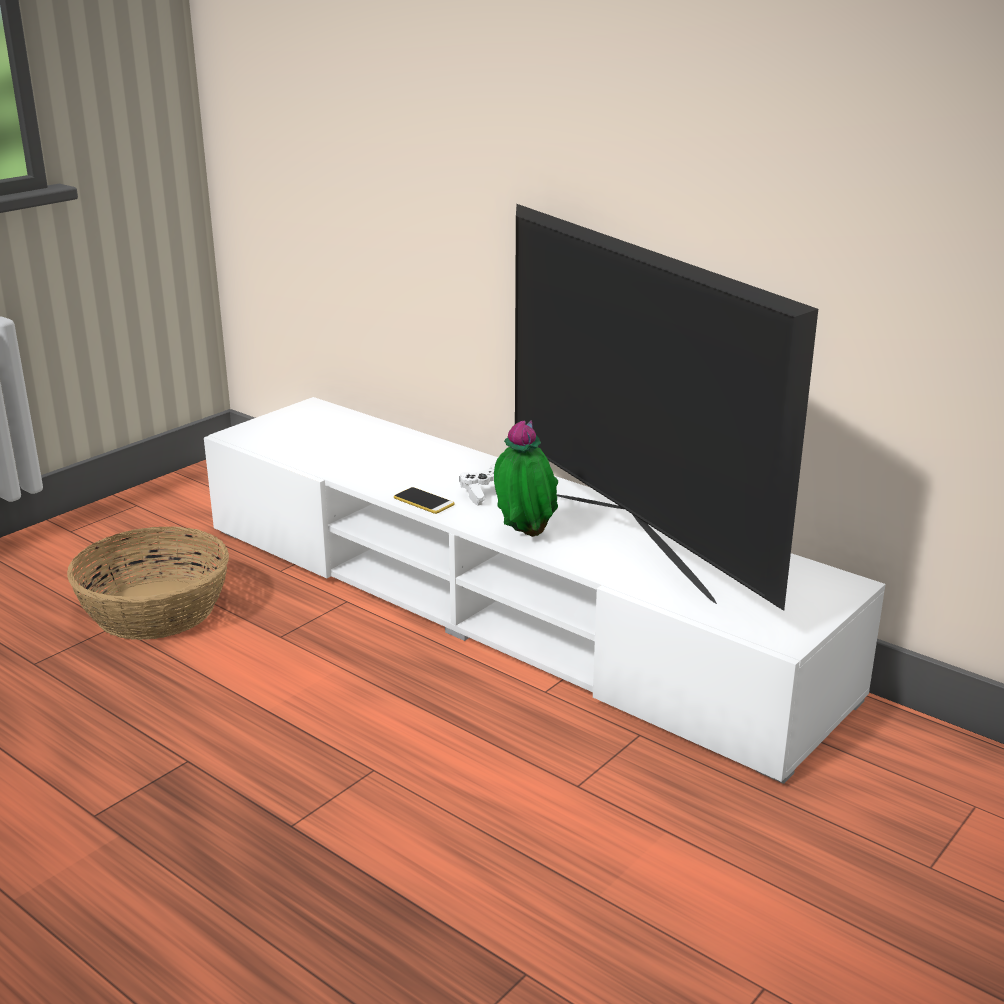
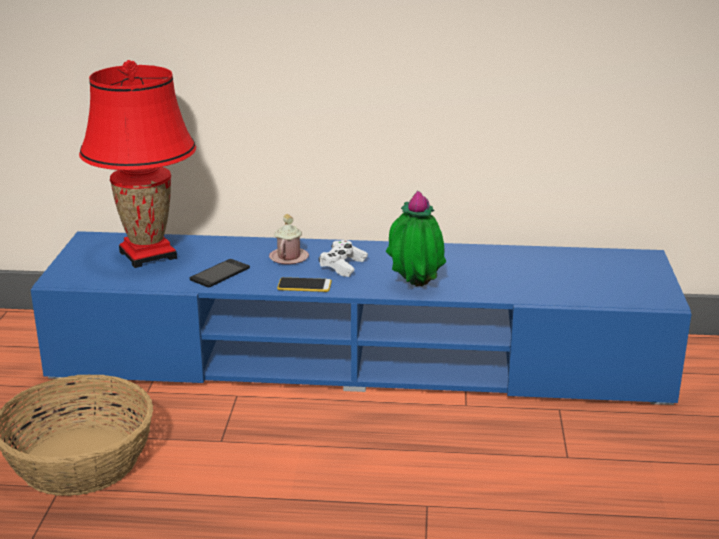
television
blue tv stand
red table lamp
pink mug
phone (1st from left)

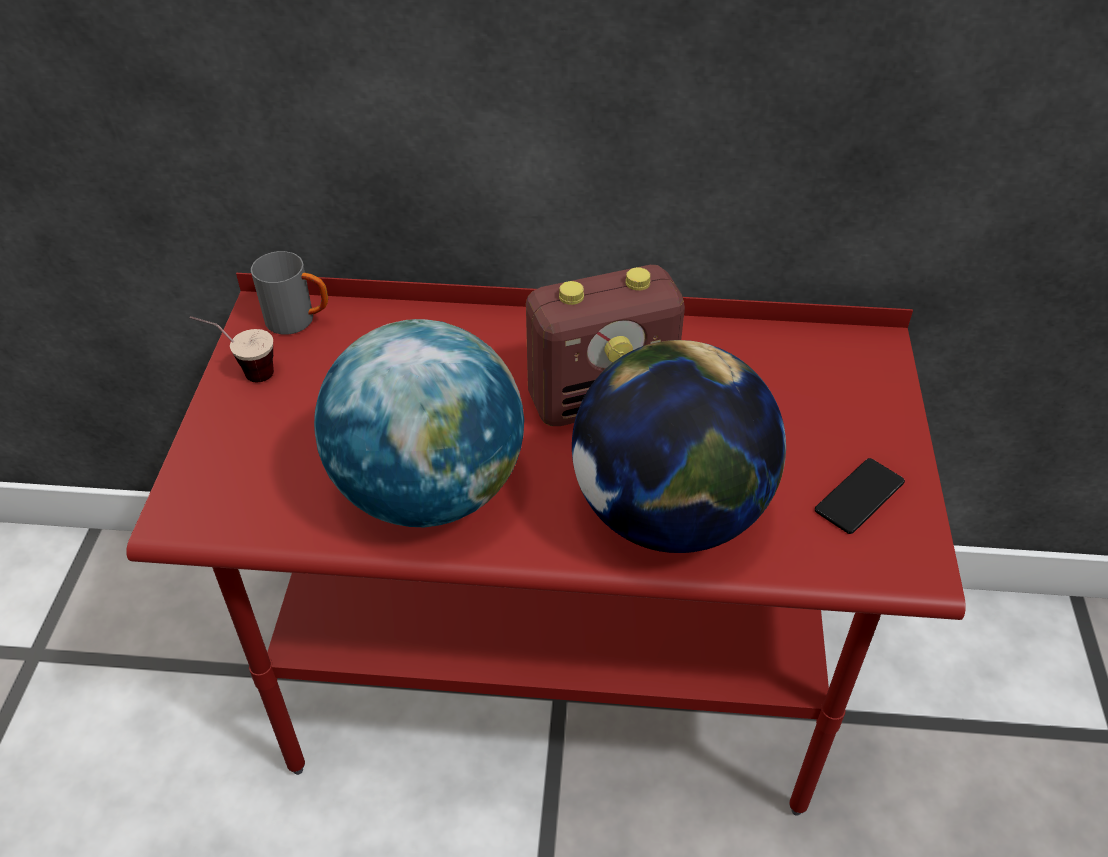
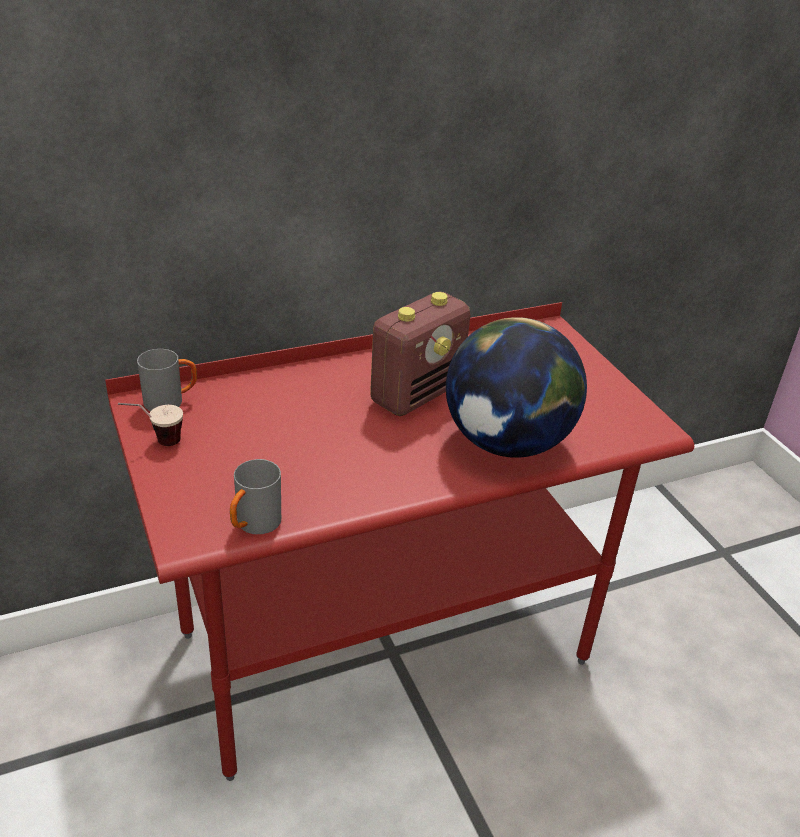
globe (1st from left in the first image)
phone
grey mug (2nd from left)

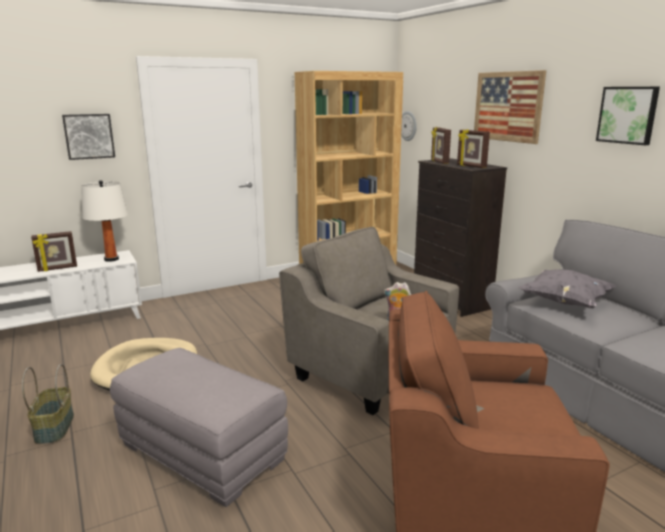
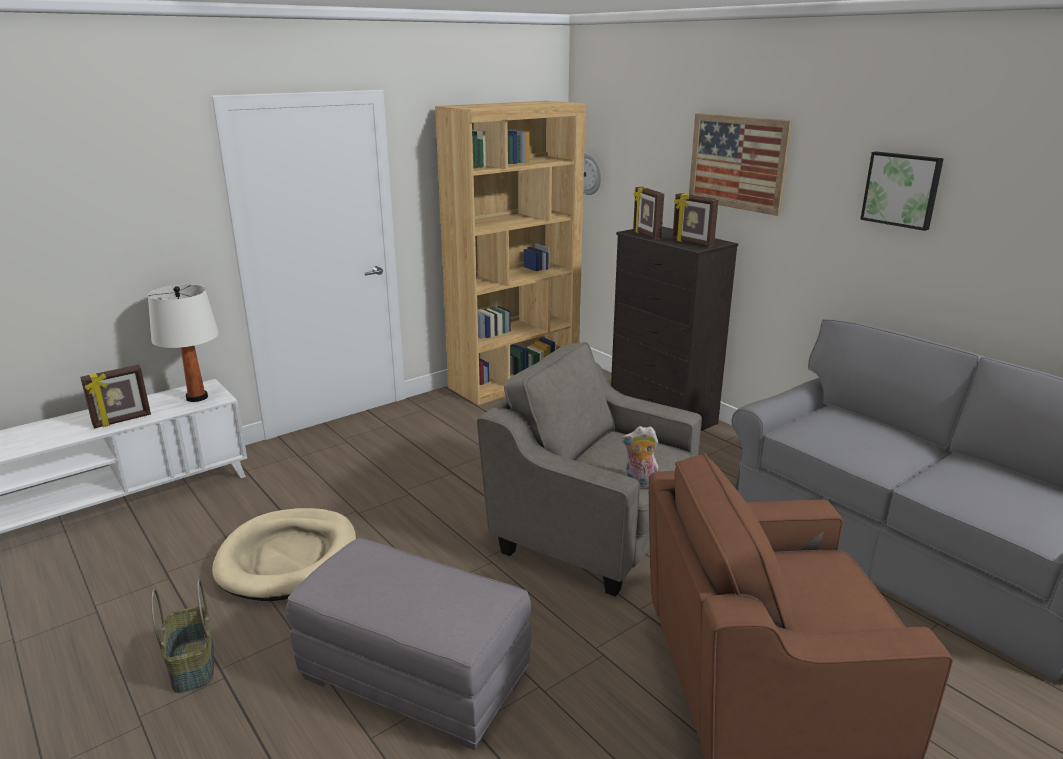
picture (1st from left in the first image)
grey pillow

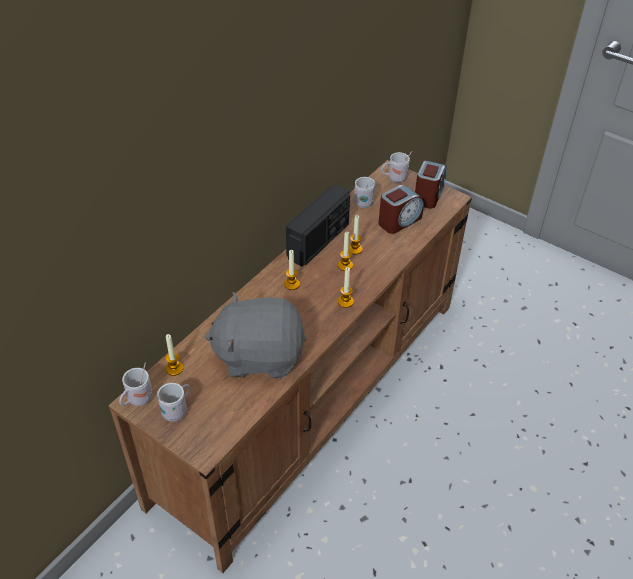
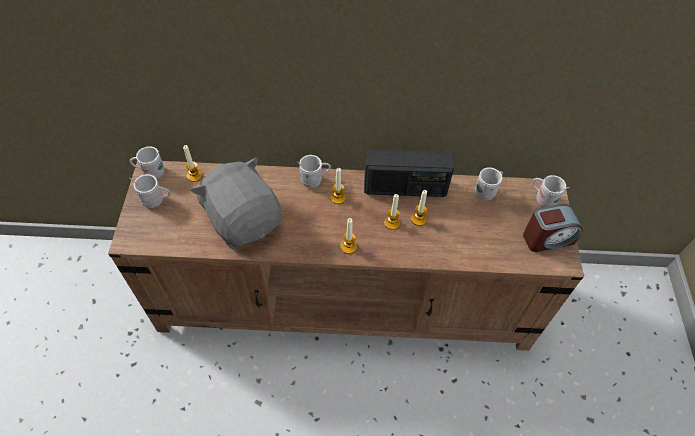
alarm clock (1st from left in the first image)
white mug (3rd from left)

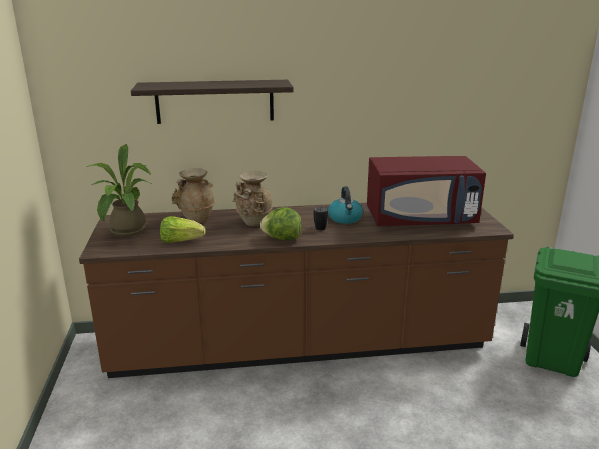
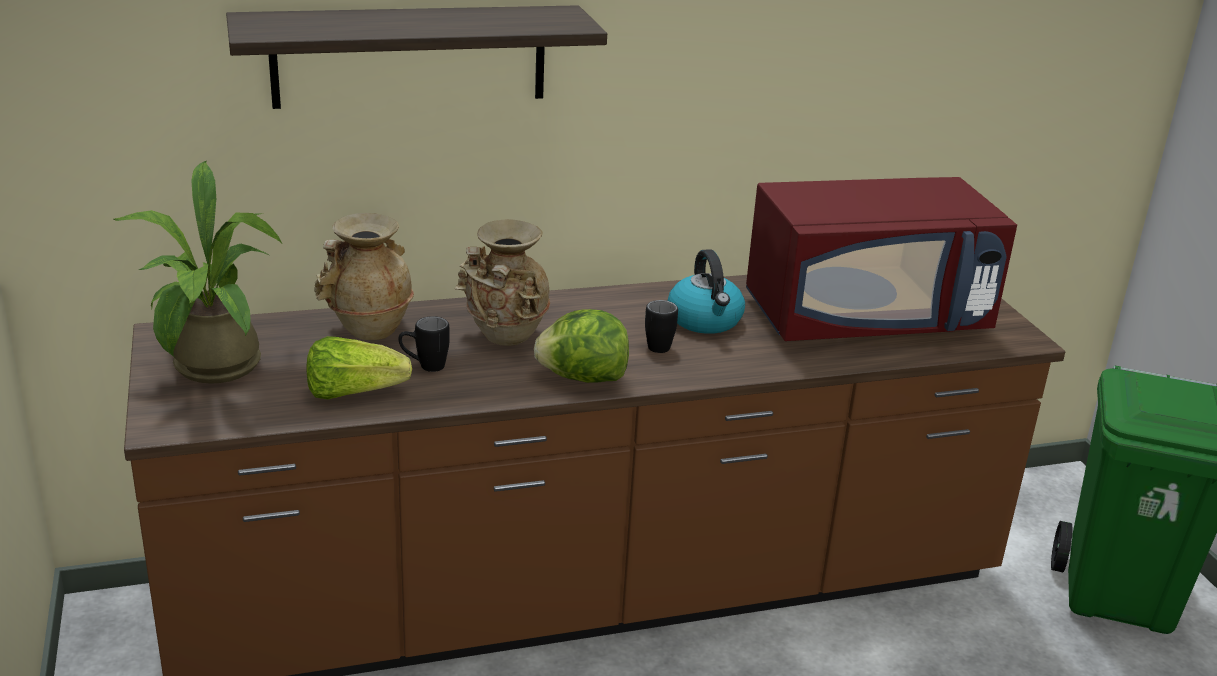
black mug (1st from left)

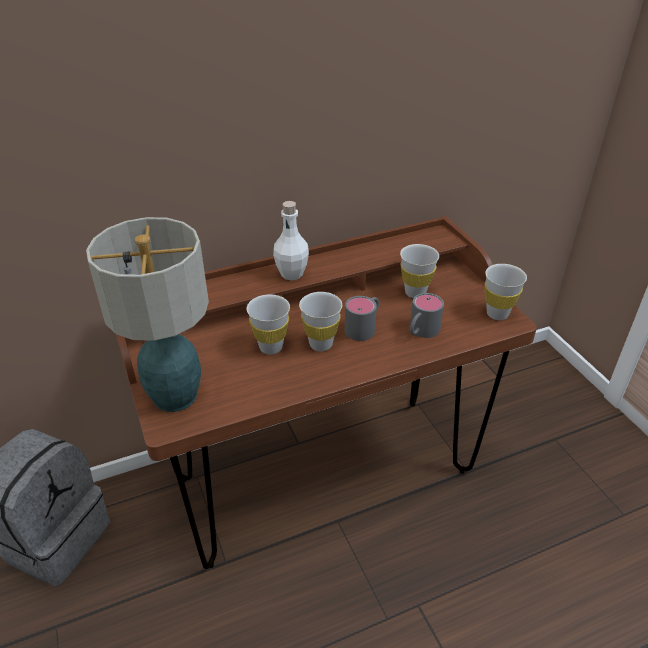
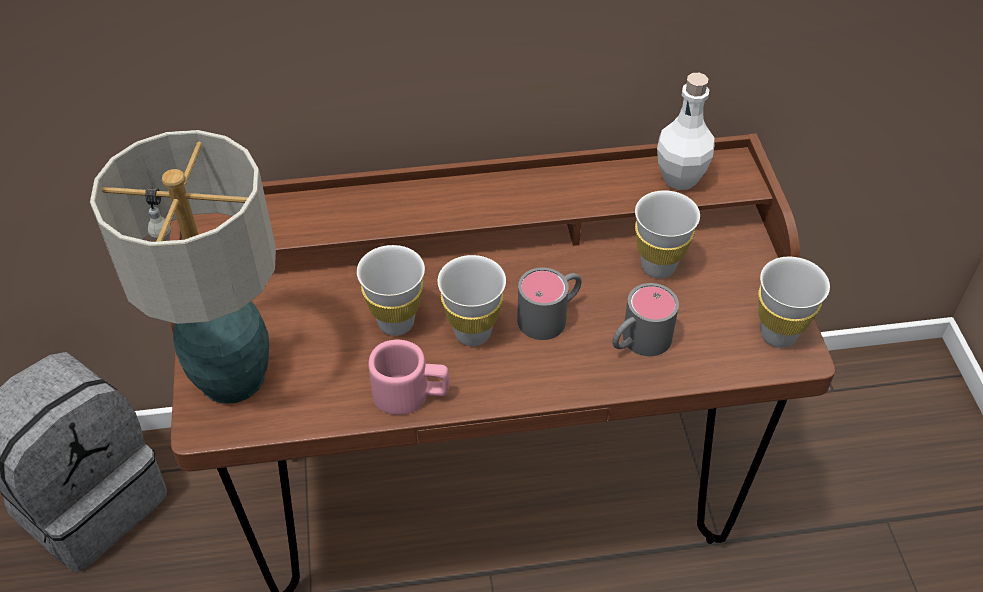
white bottle
pink mug

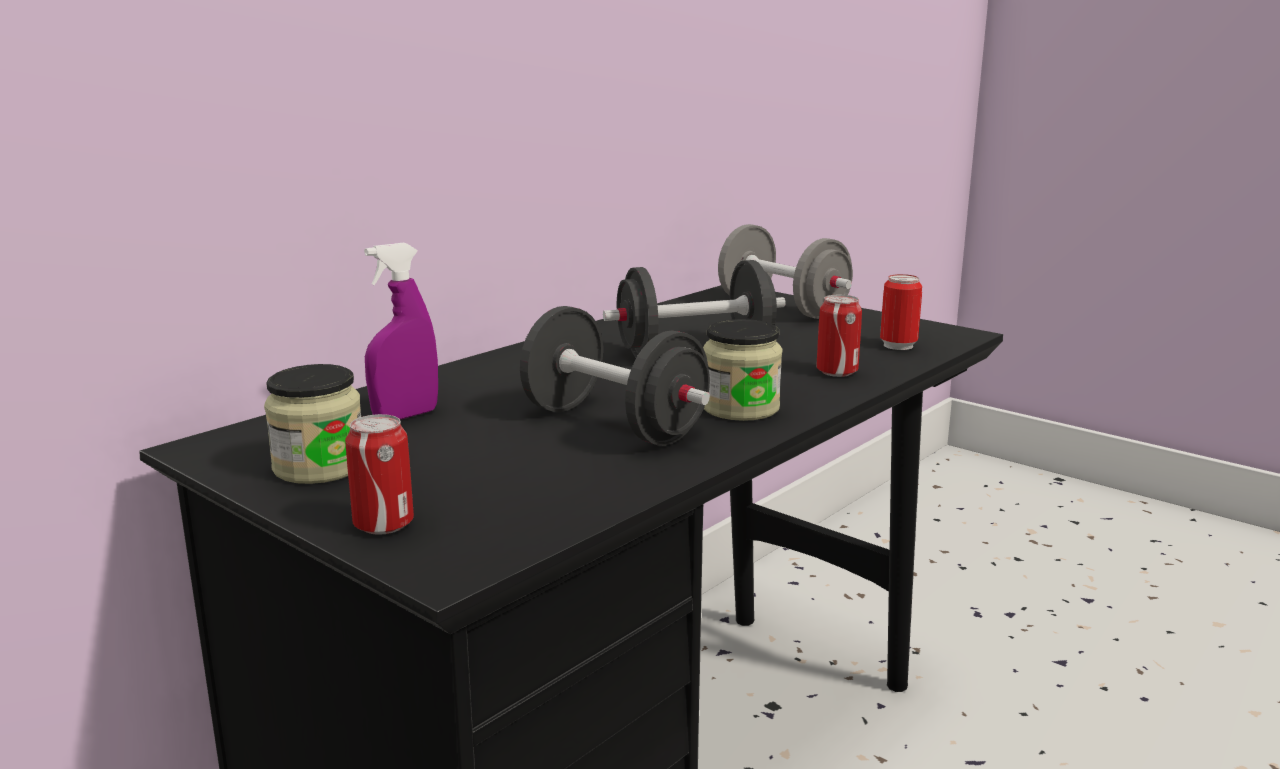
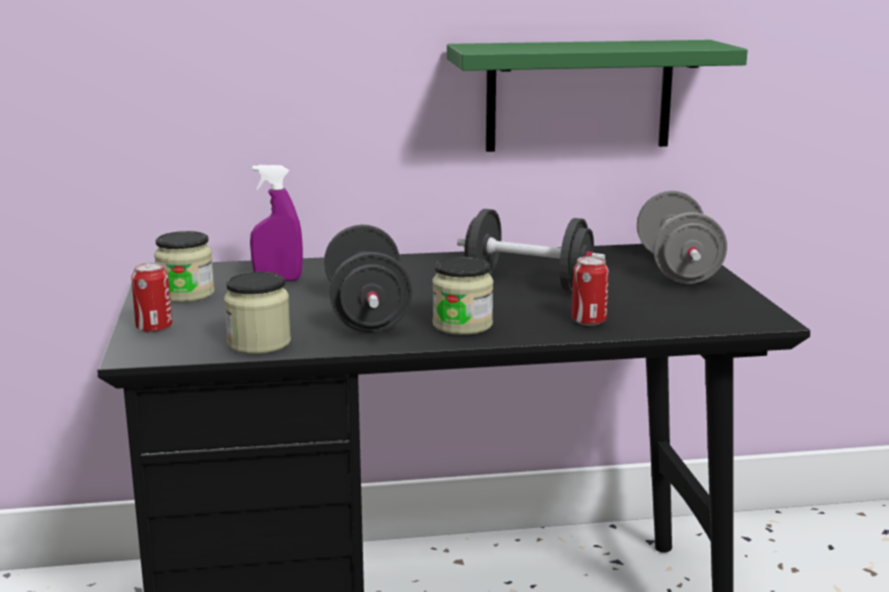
can (3rd from left in the first image)
green shelf
jar (2nd from left)

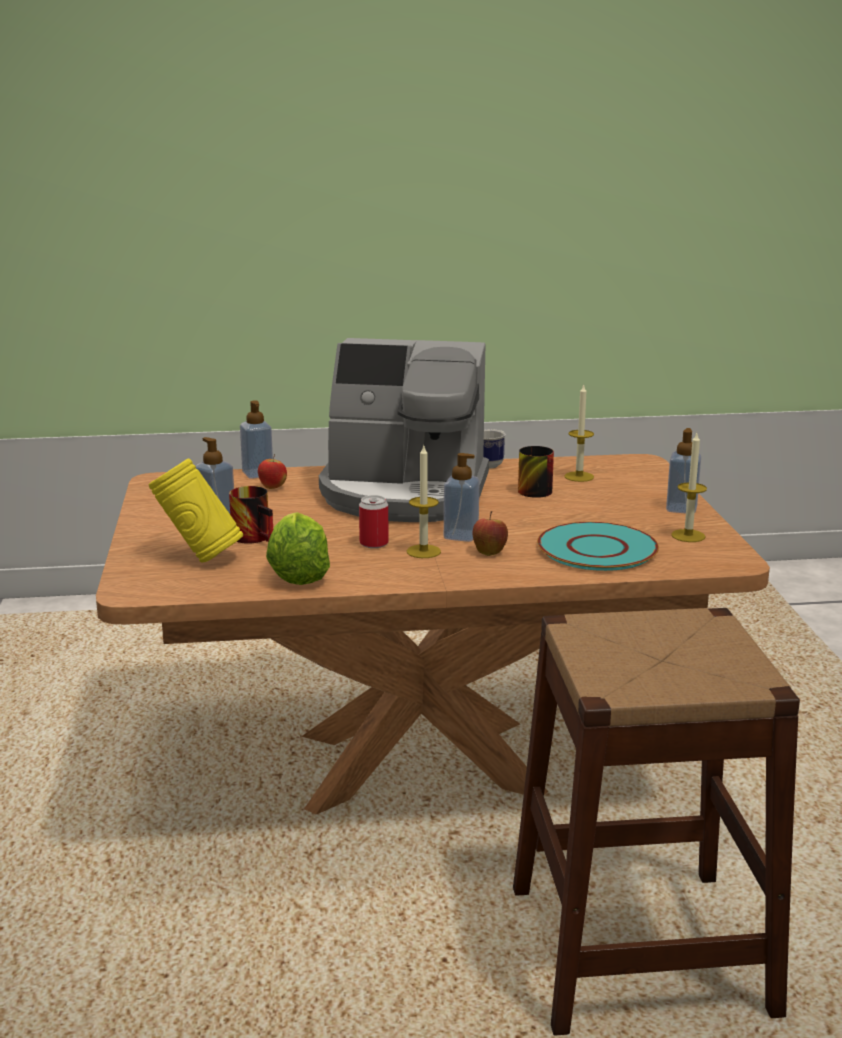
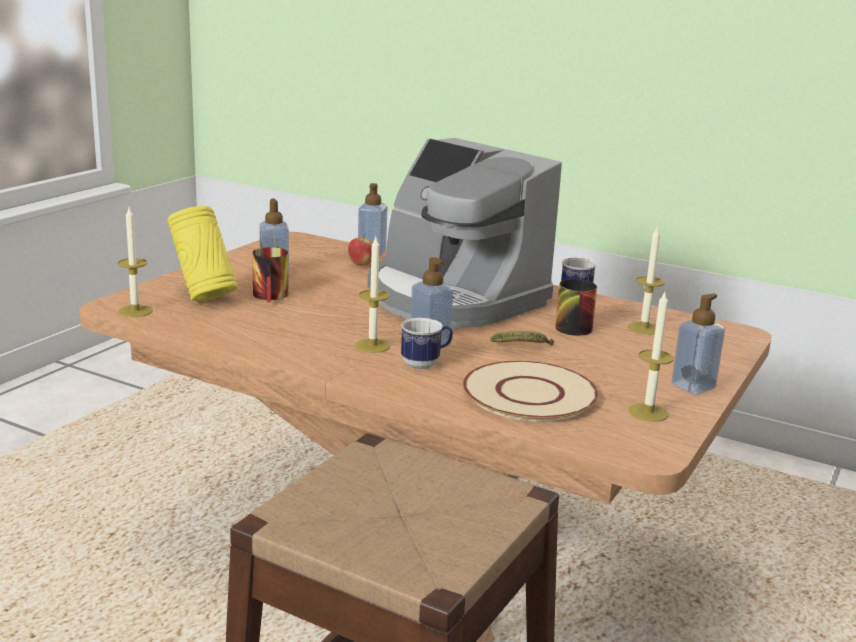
can
mug (2nd from left)
lettuce
beige plate
candle (1st from left)
banana

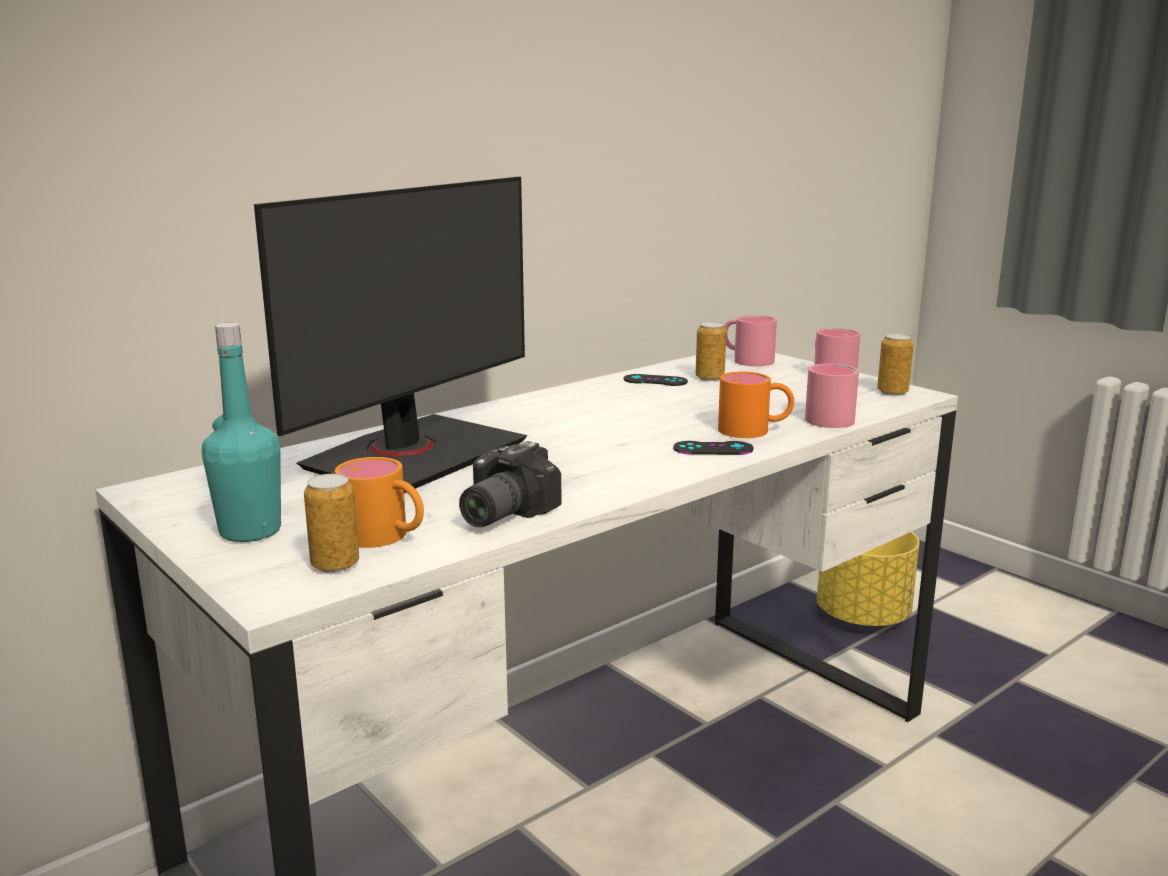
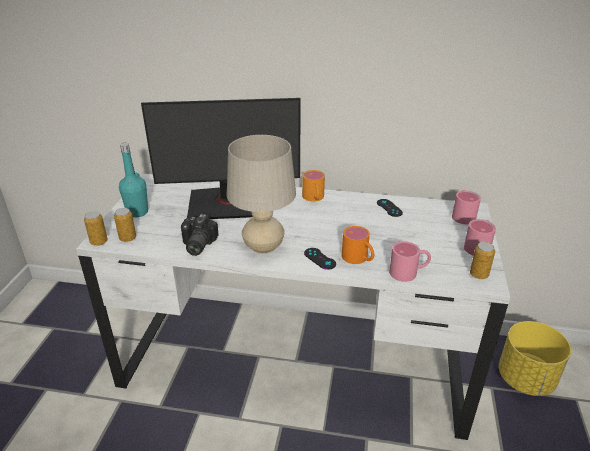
can (1st from left)
photo camera
orange mug (1st from left)
beige table lamp

